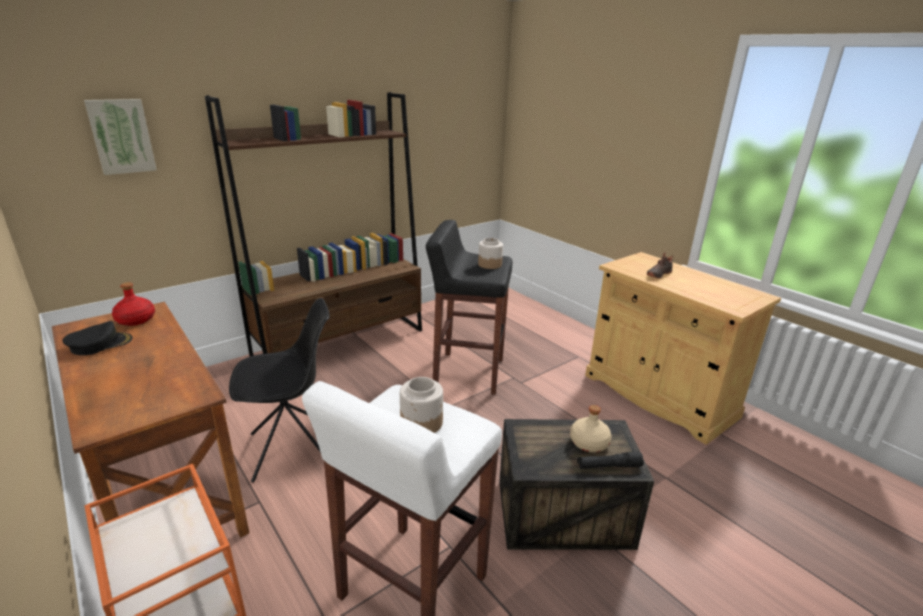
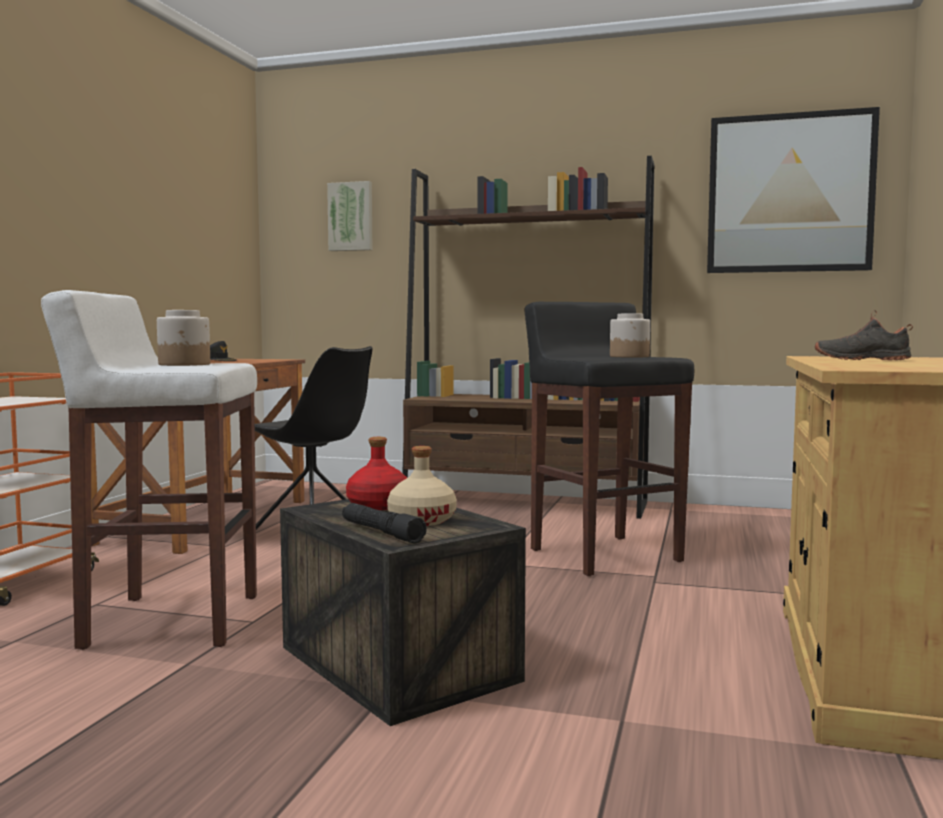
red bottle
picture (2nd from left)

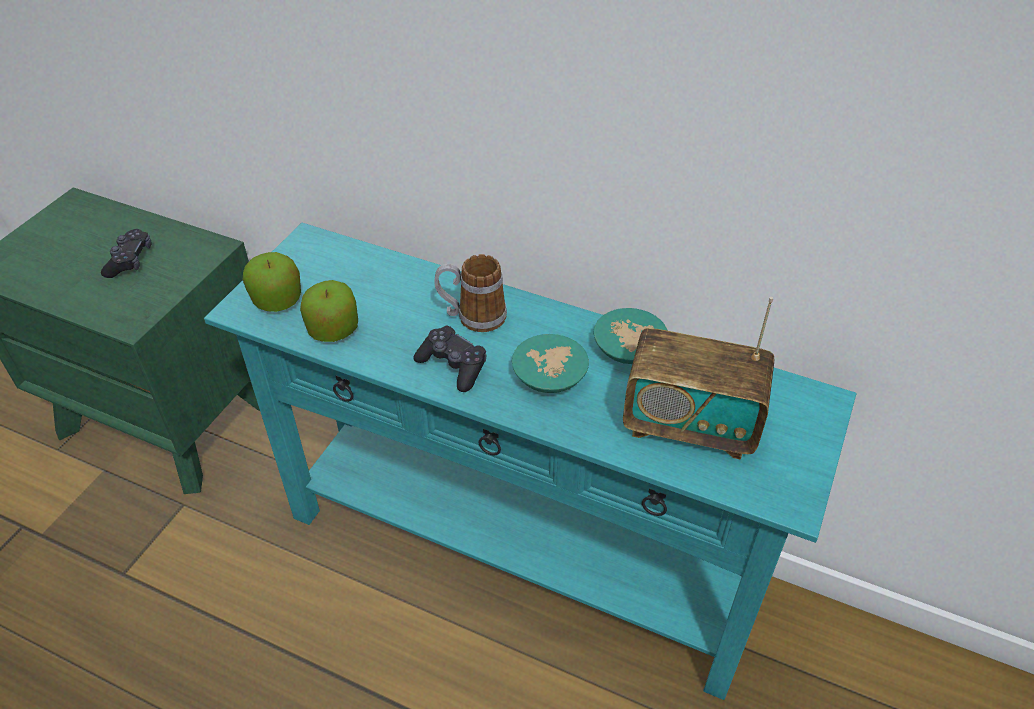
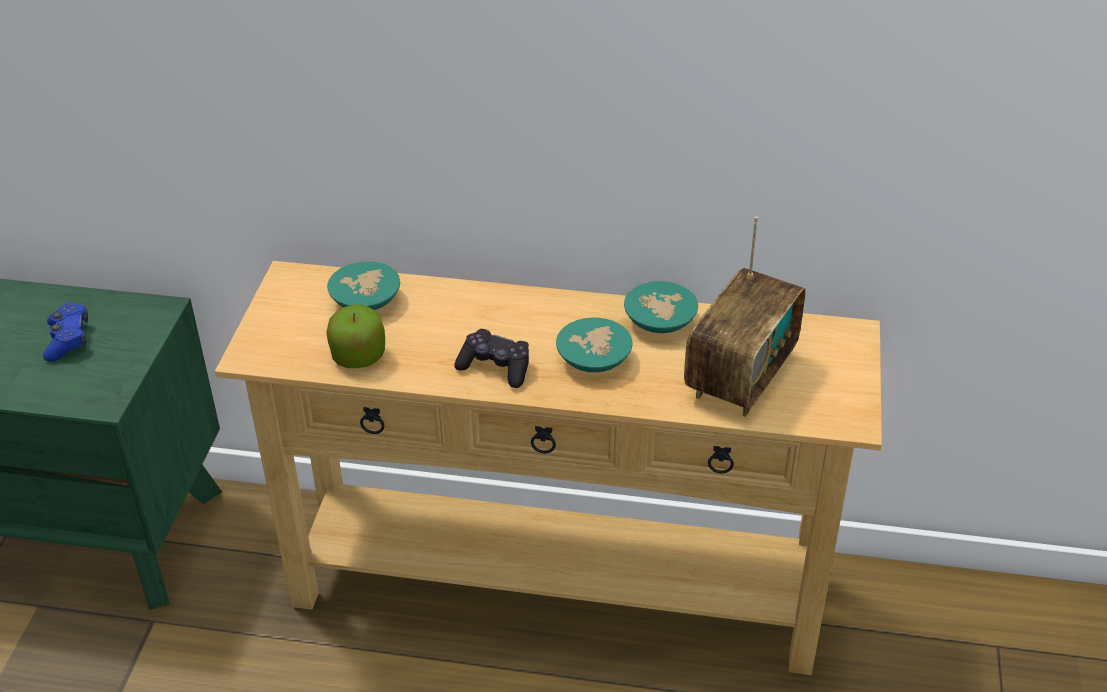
beige console table
blue game controller
apple (1st from left in the first image)
mug
radio
turquoise bowl (1st from left)

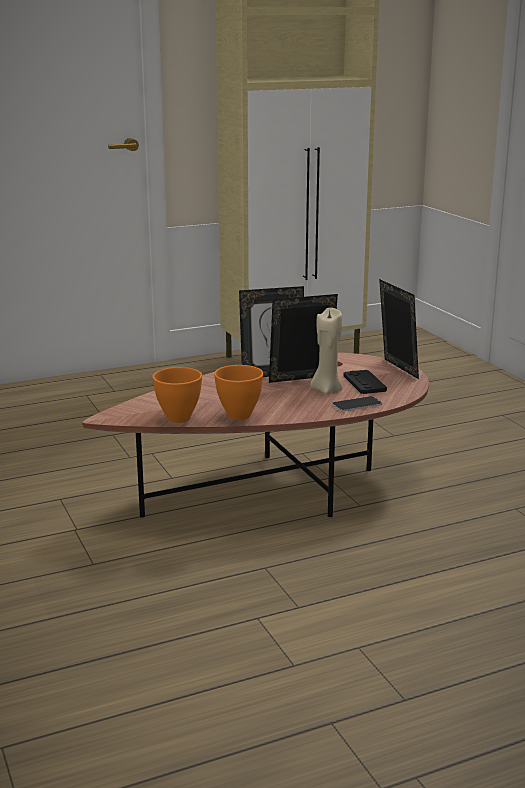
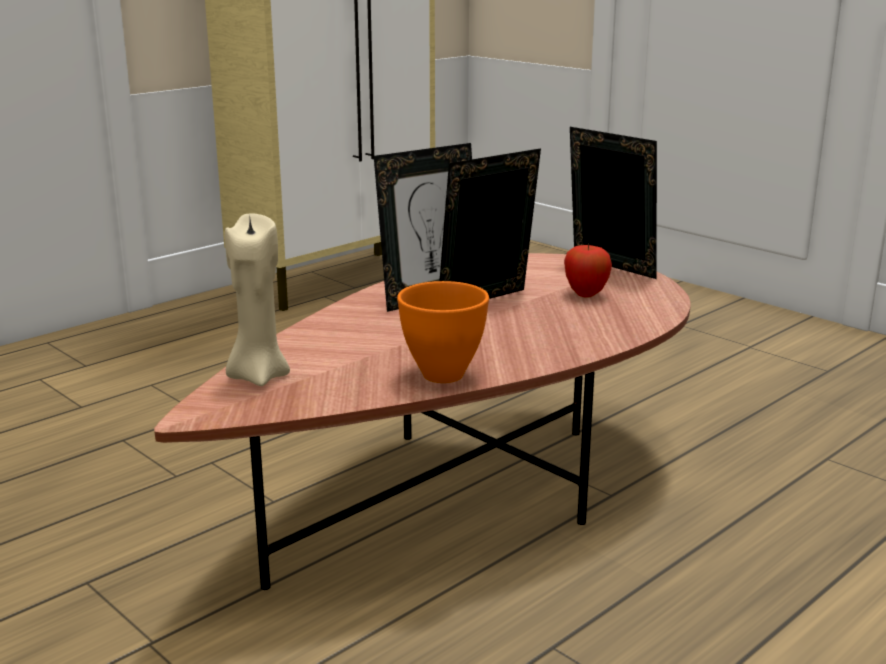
beige candle
orange bowl (1st from left in the first image)
apple
phone

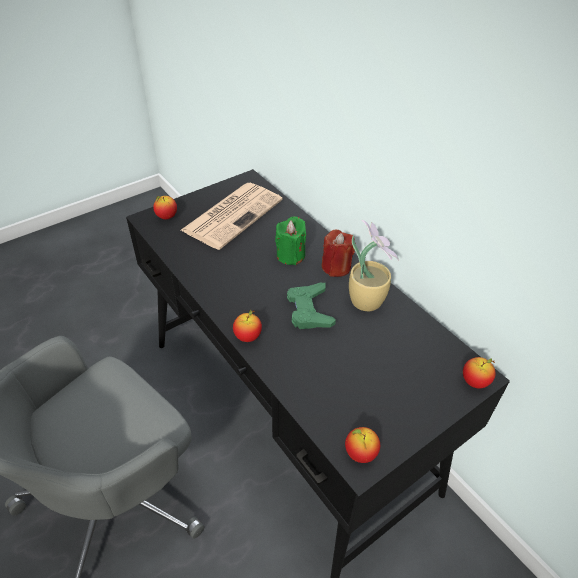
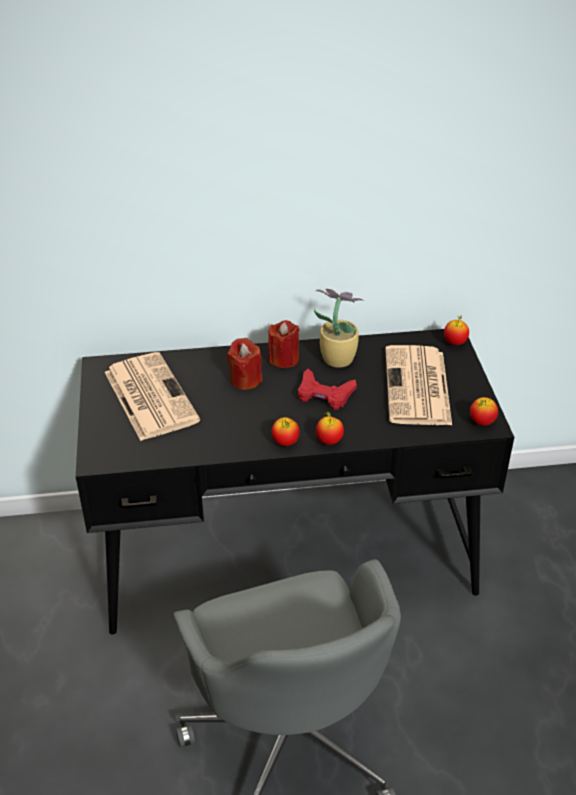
apple (1st from left)
red candle (1st from left)
red game controller
newspaper (2nd from left)

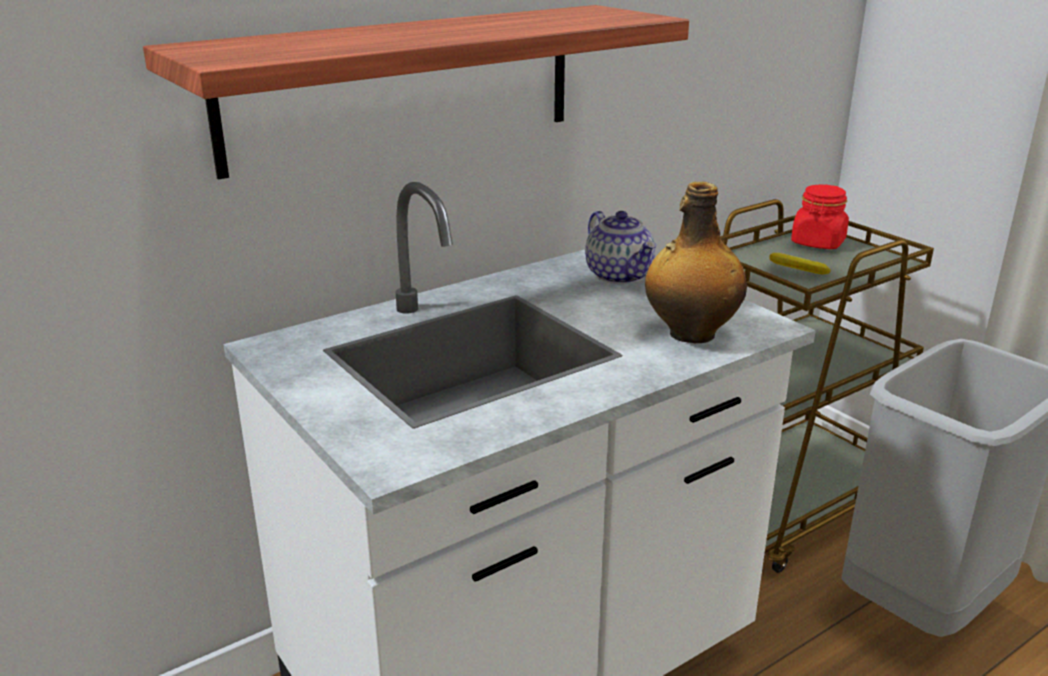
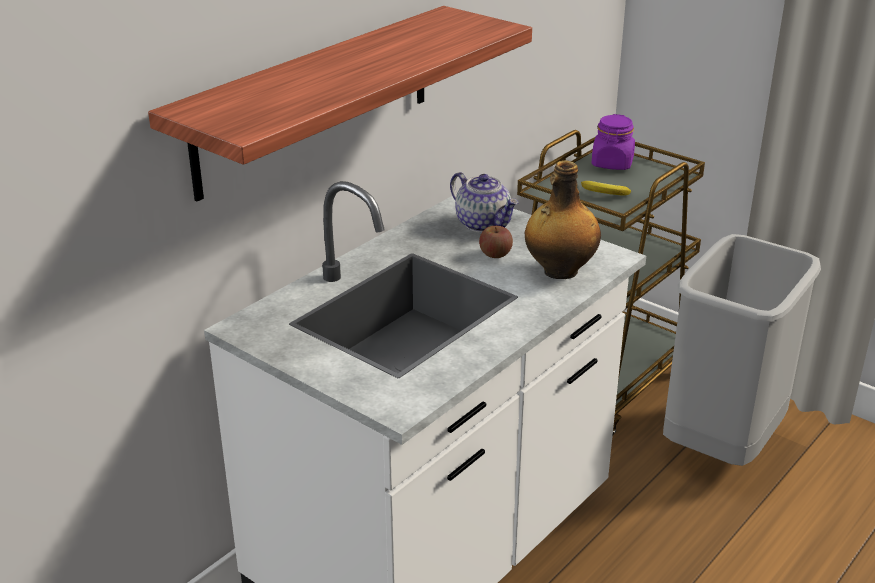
purple jar
apple

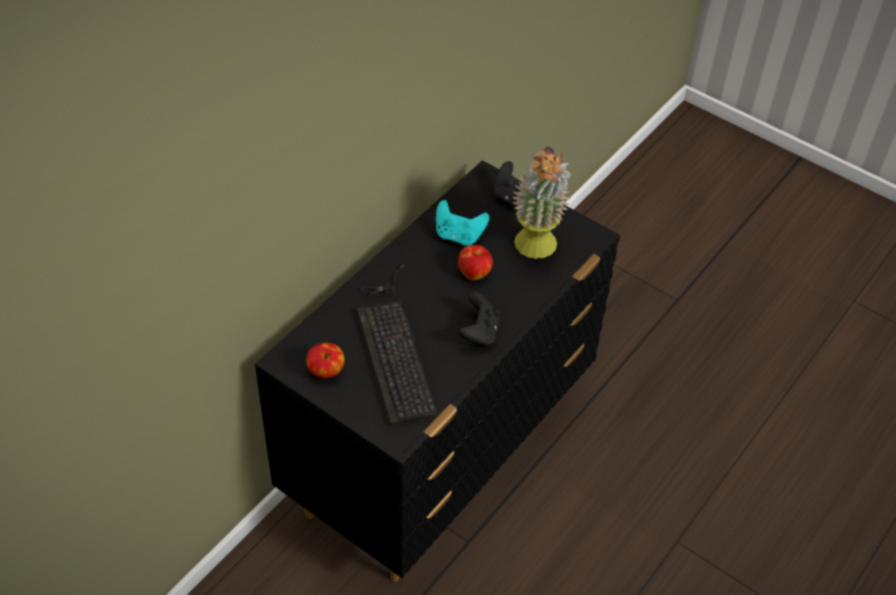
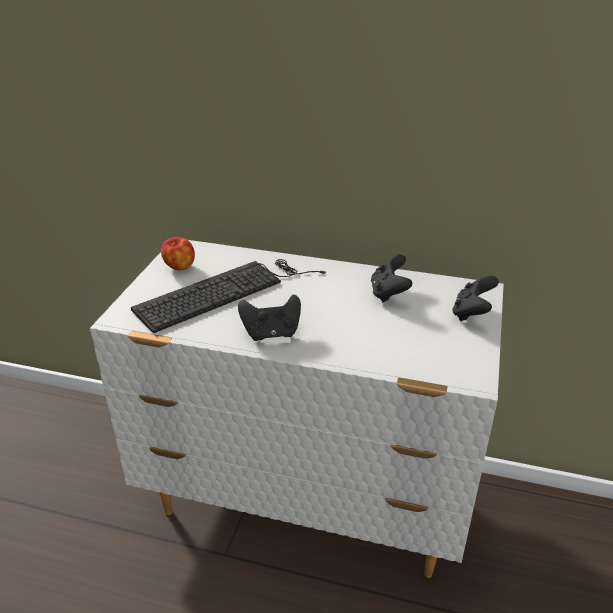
potted plant
white dresser
black game controller (2nd from left)
apple (2nd from left in the first image)

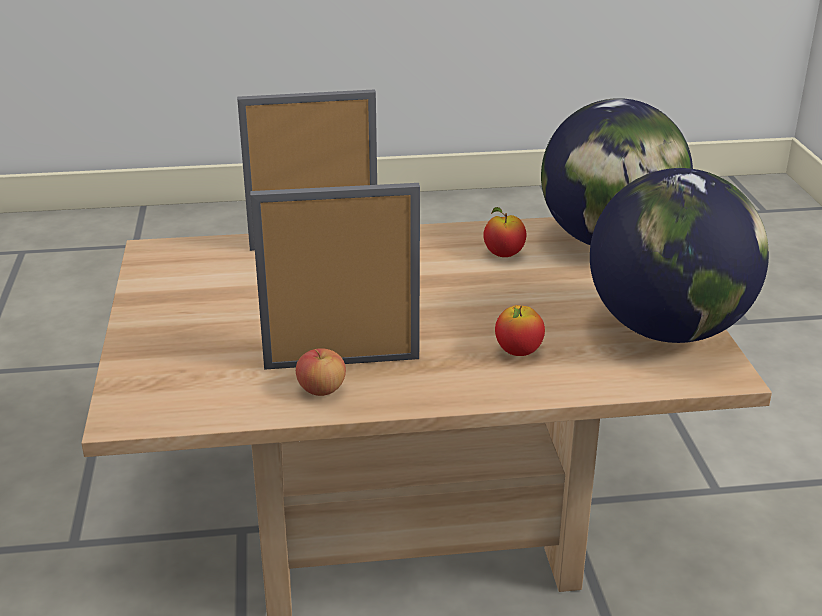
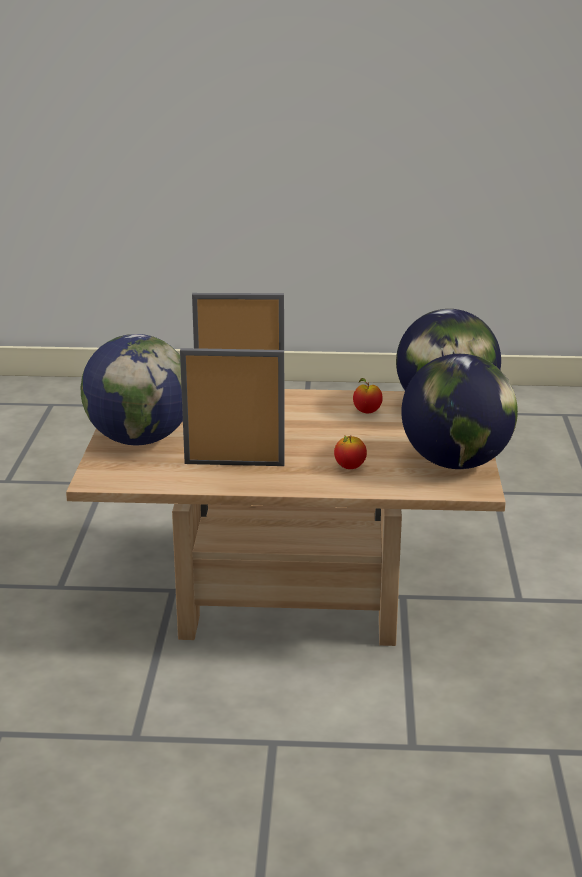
apple (1st from left in the first image)
globe (1st from left)

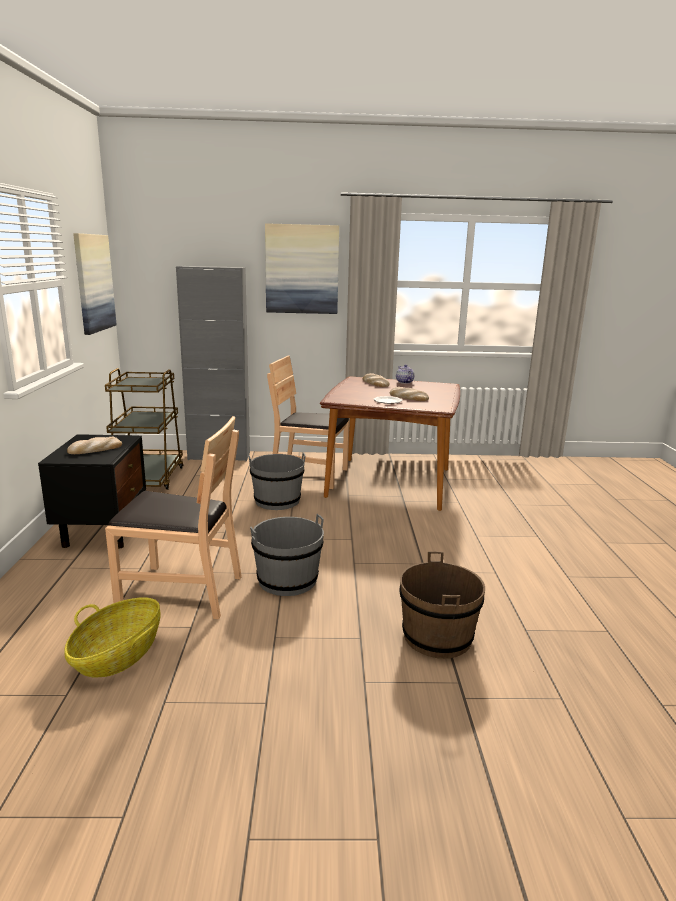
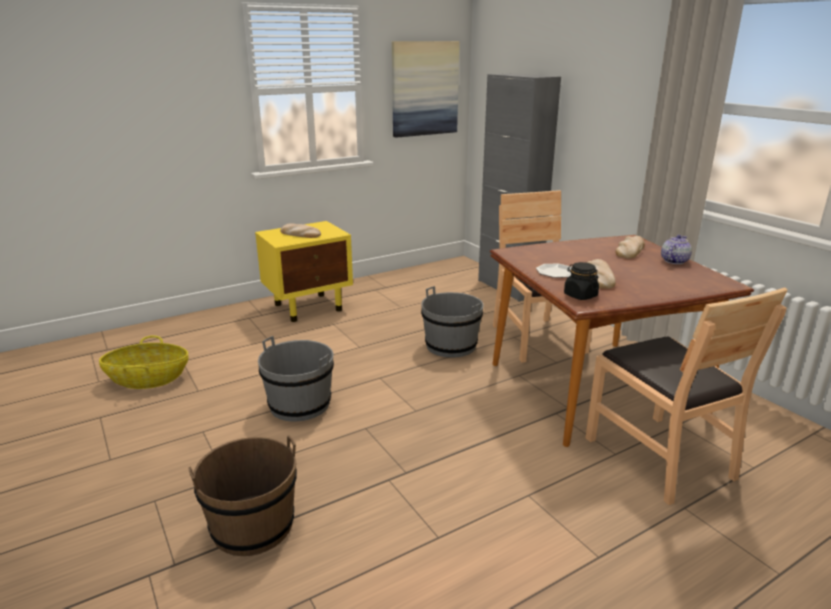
picture (2nd from left in the first image)
brown cart
brown chair (2nd from left)
yellow nightstand
black jar

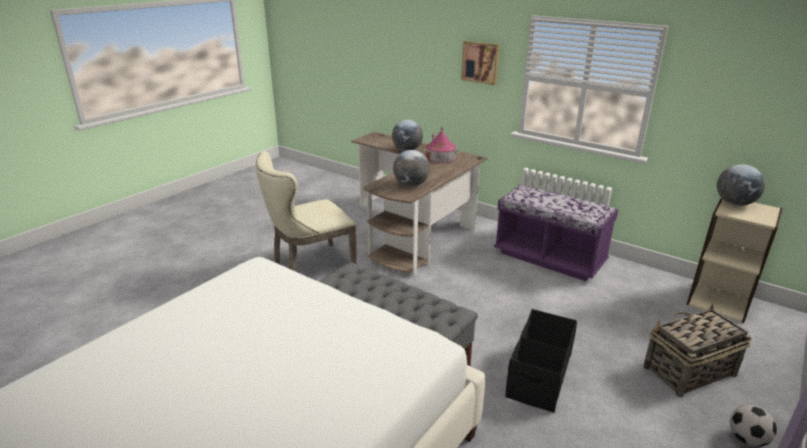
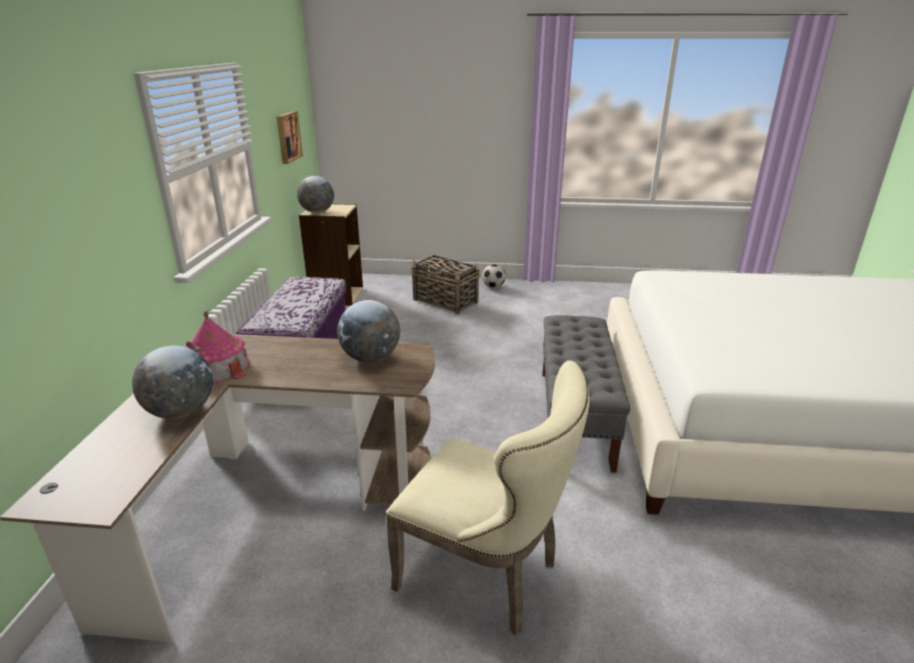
picture
black storage box

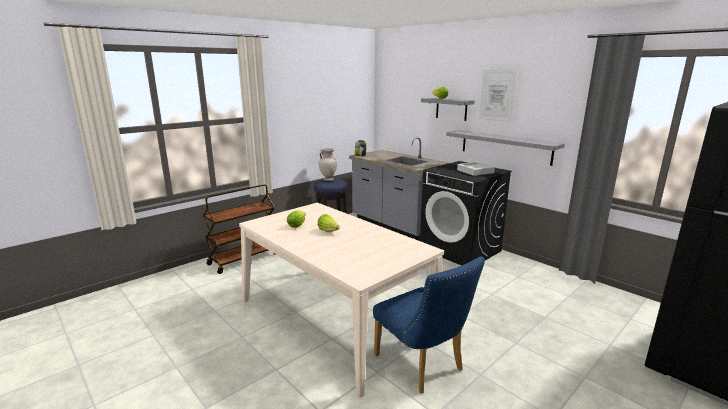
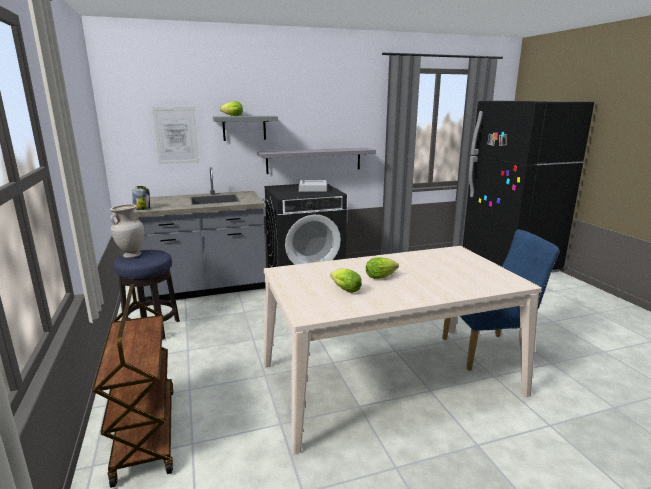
picture

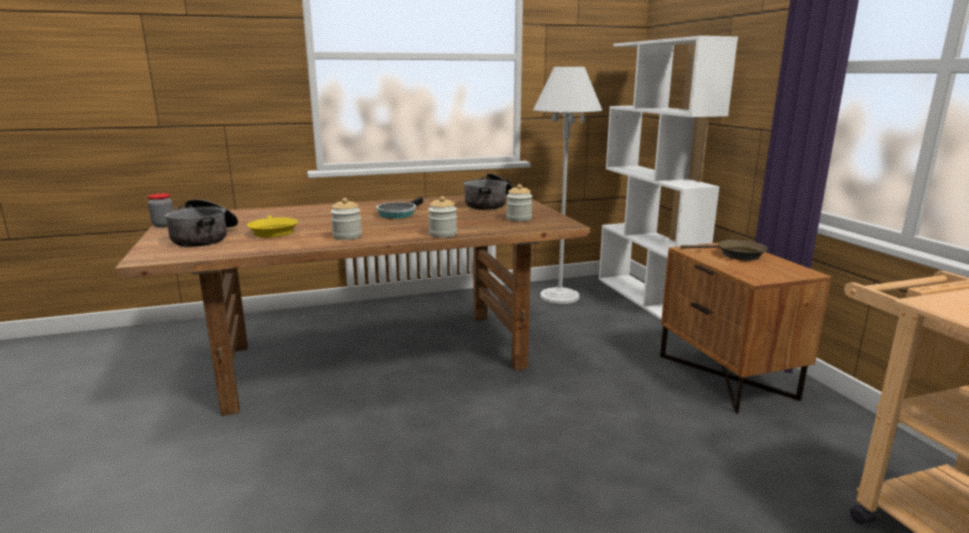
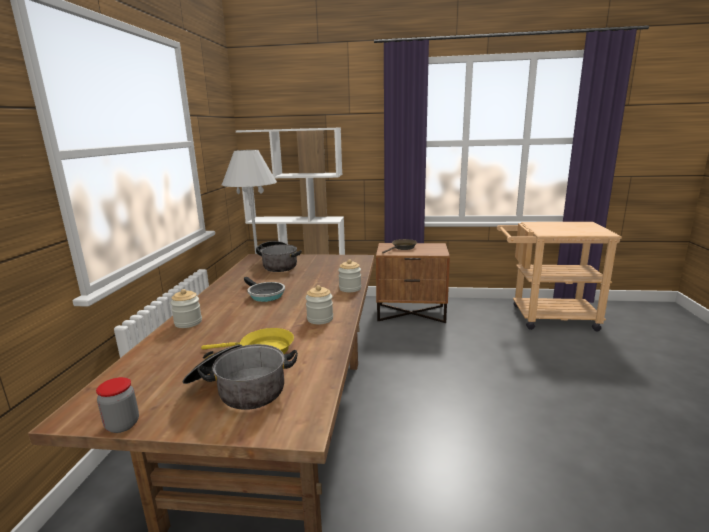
jar (2nd from left)

